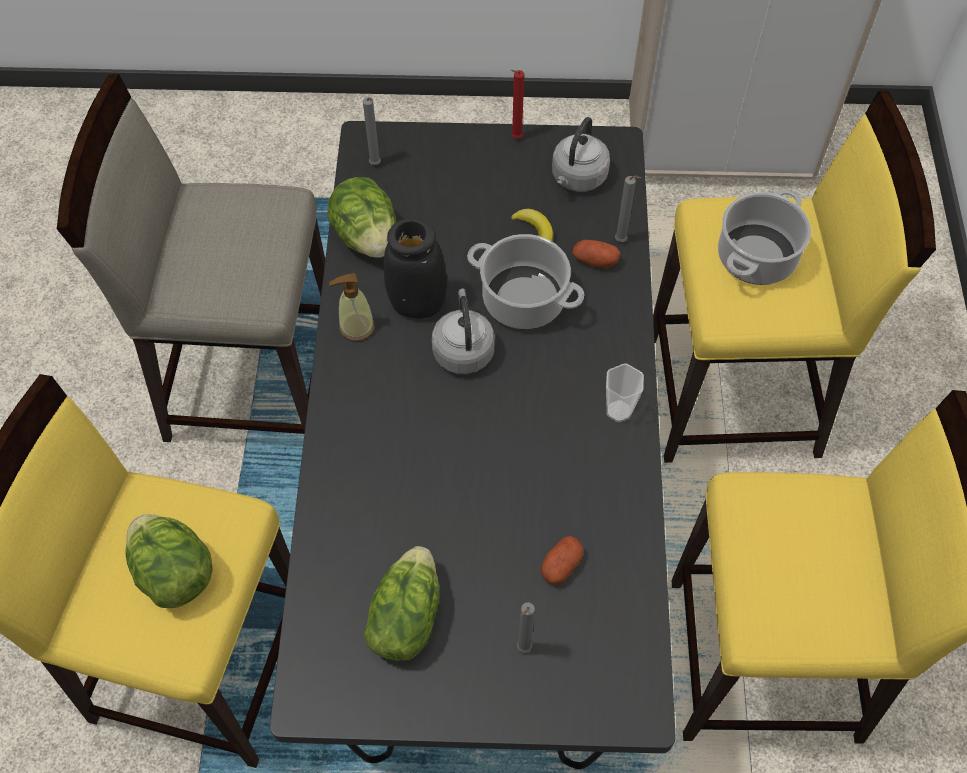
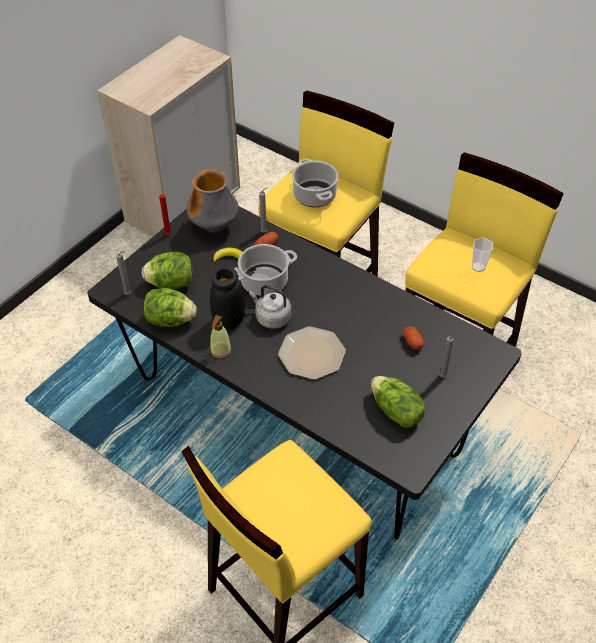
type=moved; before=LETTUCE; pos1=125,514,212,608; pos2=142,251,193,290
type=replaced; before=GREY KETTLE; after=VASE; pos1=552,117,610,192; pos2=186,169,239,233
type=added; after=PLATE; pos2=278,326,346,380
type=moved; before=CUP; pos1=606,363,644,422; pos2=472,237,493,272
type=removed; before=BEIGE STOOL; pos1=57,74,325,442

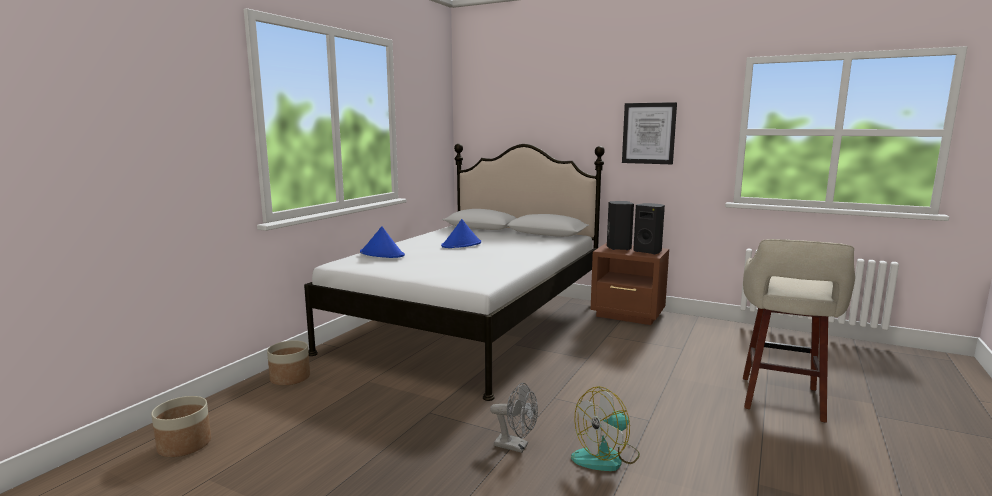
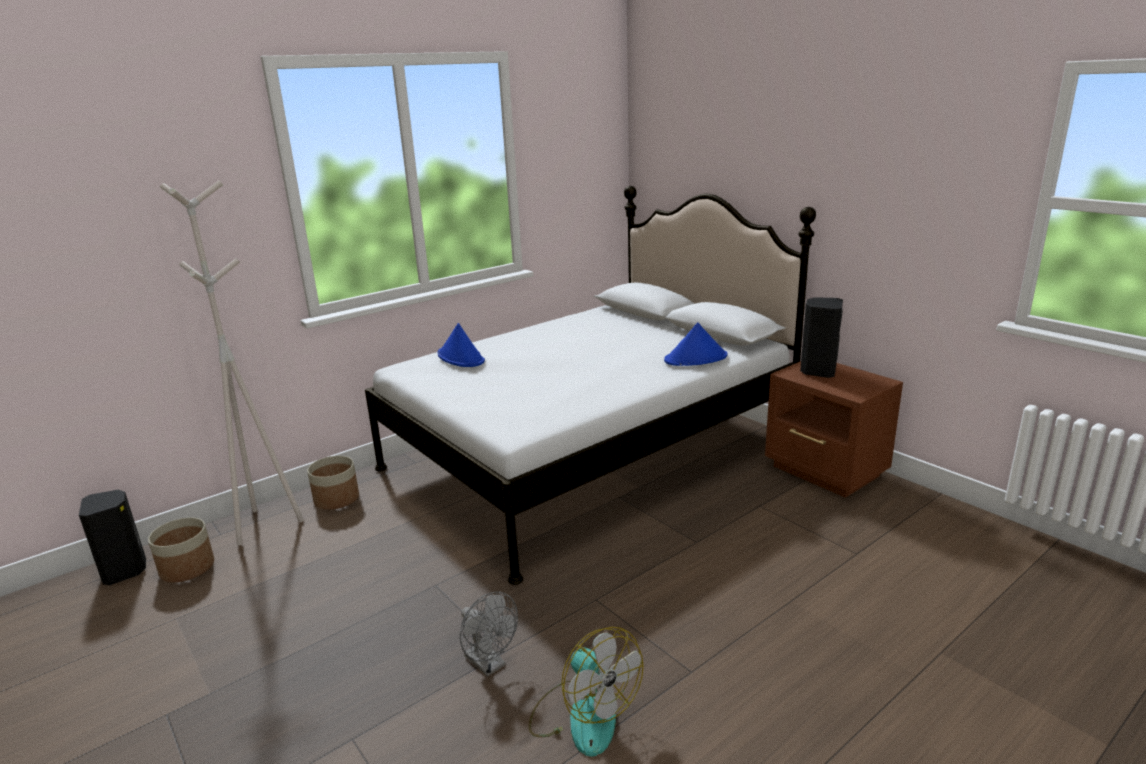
type=moved; before=BLACK SPEAKER; pos1=633,203,665,255; pos2=79,490,146,585
type=added; after=GREY CLOTHES RACK; pos2=160,181,304,545
type=turned; before=FAN; pos1=571,386,640,471; pos2=528,627,644,757; turn=-120
type=moved; before=BLUE HAT; pos1=441,219,481,248; pos2=664,323,728,366
type=removed; before=PICTURE; pos1=622,102,677,164
type=removed; before=BEIGE STOOL; pos1=743,239,855,423

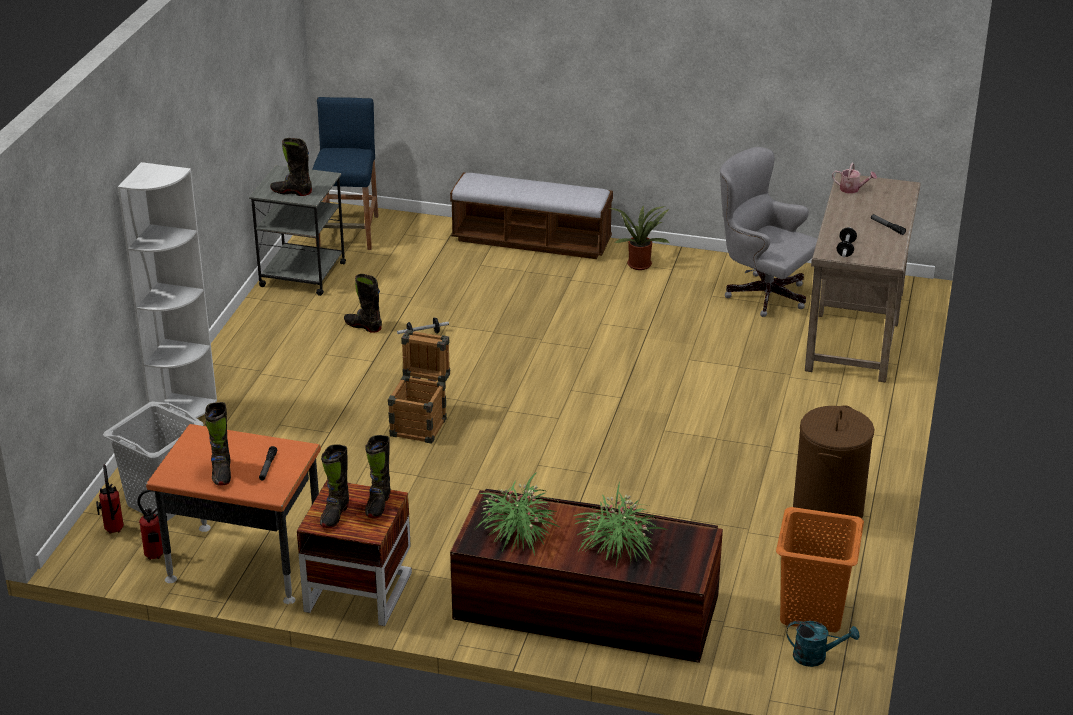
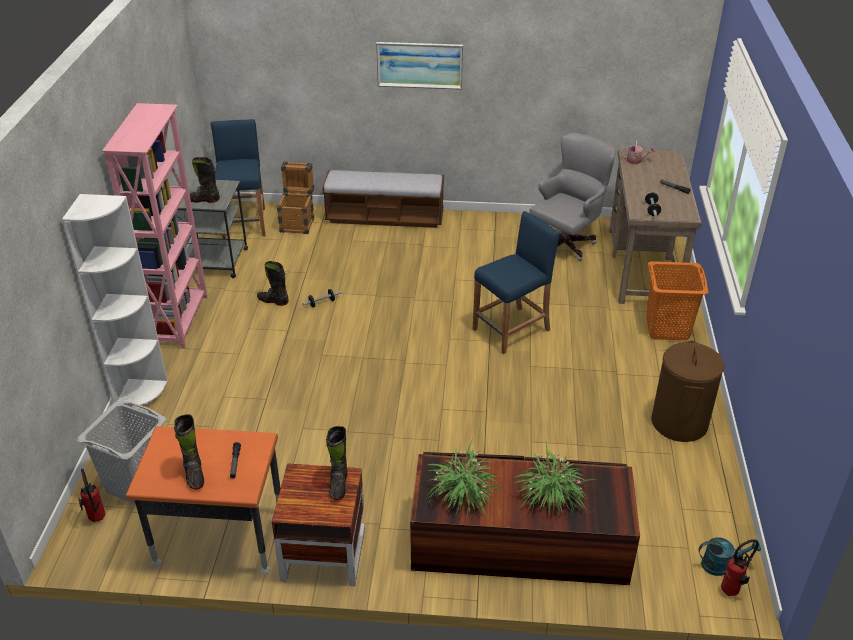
type=added; after=PINK BOOKCASE; pos2=102,103,208,349
type=moved; before=CRATE; pos1=388,330,450,444; pos2=277,162,314,234
type=added; after=PICTURE; pos2=376,42,463,90
type=added; after=BLUE STOOL; pos2=473,211,560,354
type=turned; before=GREY OFFICE CHAIR; pos1=720,147,817,317; pos2=529,133,616,261; turn=105
type=moved; before=ORANGE LAUNDRY BASKET; pos1=776,507,864,633; pos2=646,261,709,340
type=moved; before=FIRE EXTINGUISHER; pos1=137,489,167,560; pos2=721,539,759,596
type=removed; before=BLACK BOOT; pos1=320,444,349,528
type=removed; before=POTTED PLANT; pos1=609,205,669,270

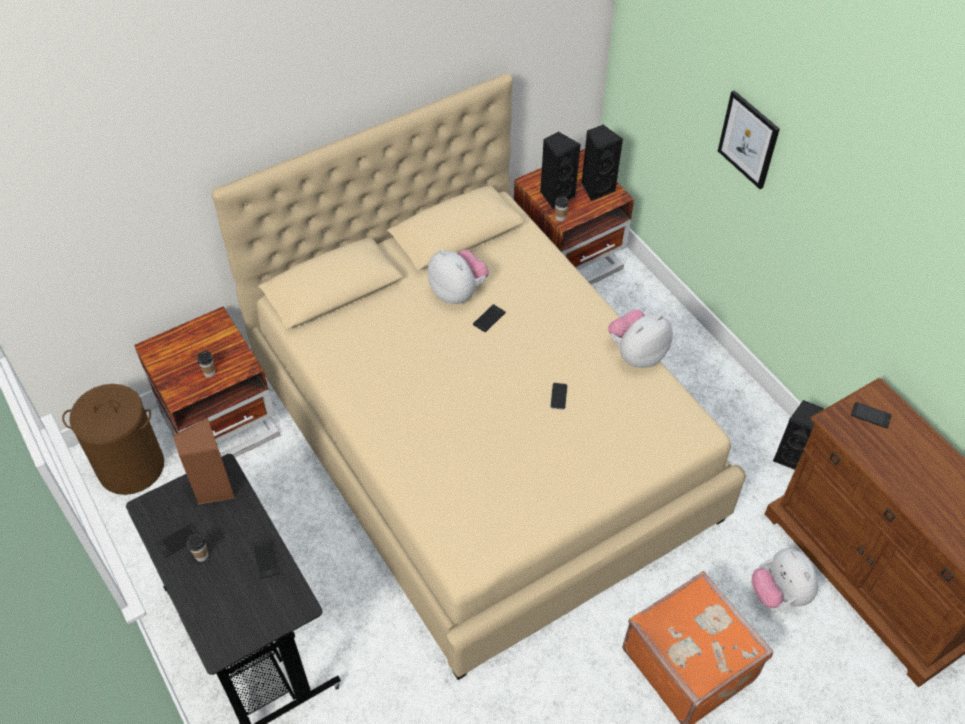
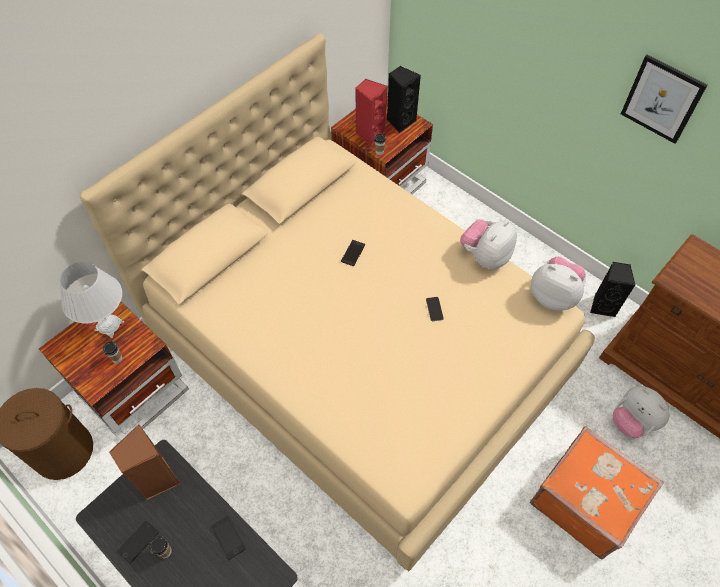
type=added; after=WHITE TABLE LAMP; pos2=60,262,124,338
type=recoloured; before=BLACK SPEAKER; after=RED SPEAKER; pos1=540,132,581,209; pos2=355,79,388,146
type=moved; before=PLUSH TOY; pos1=428,250,489,304; pos2=531,257,586,311
type=moved; before=PICTURE; pos1=718,90,780,189; pos2=621,55,707,144
type=removed; before=PHONE; pos1=851,402,892,428

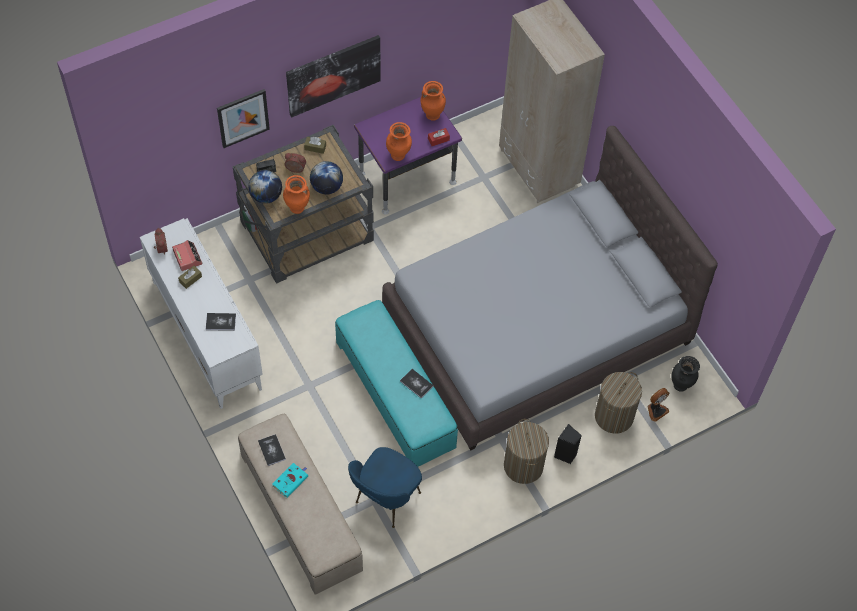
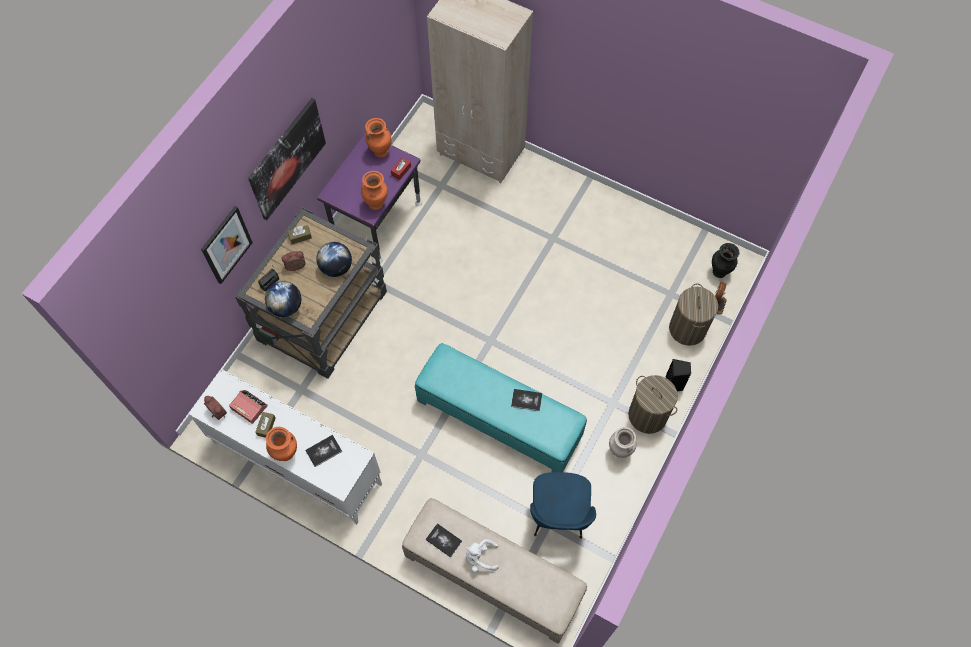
type=moved; before=ORANGE VASE; pos1=283,175,310,214; pos2=266,427,297,461
type=replaced; before=TURQUOISE BOOK; after=WHITE PLUSH TOY; pos1=272,463,308,498; pos2=466,539,499,573
type=added; after=BEIGE VASE; pos2=609,427,637,458
type=removed; before=GREY BED; pos1=382,126,718,450

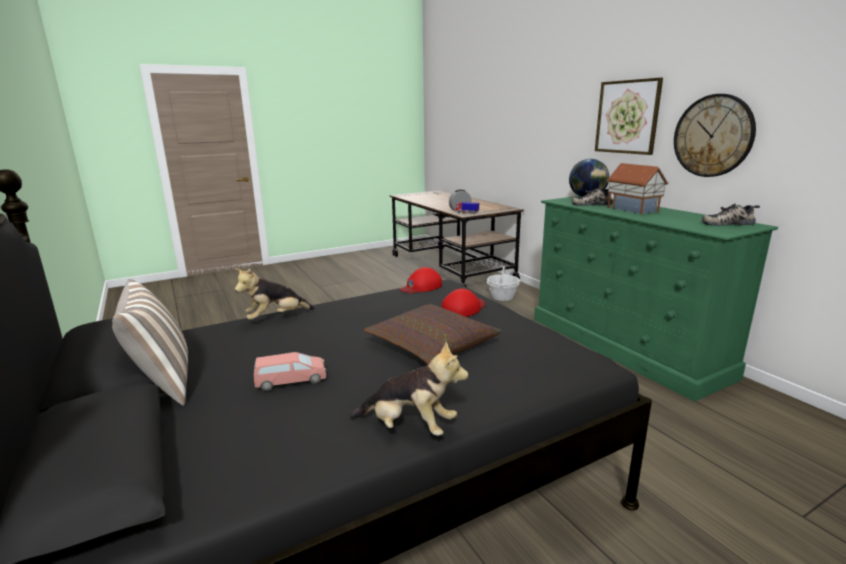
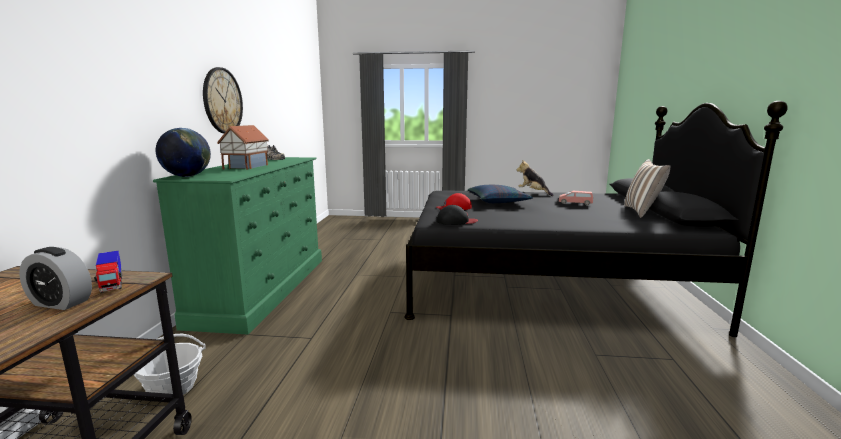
type=recoloured; before=RED CAP; after=BLACK CAP; pos1=399,267,442,293; pos2=437,205,478,225
type=recoloured; before=BROWN PILLOW; after=BLUE PILLOW; pos1=364,304,502,365; pos2=467,185,533,203
type=removed; before=PLUSH TOY; pos1=235,268,315,320
type=removed; before=SHOE; pos1=572,188,613,206
type=removed; before=PICTURE; pos1=595,77,663,155

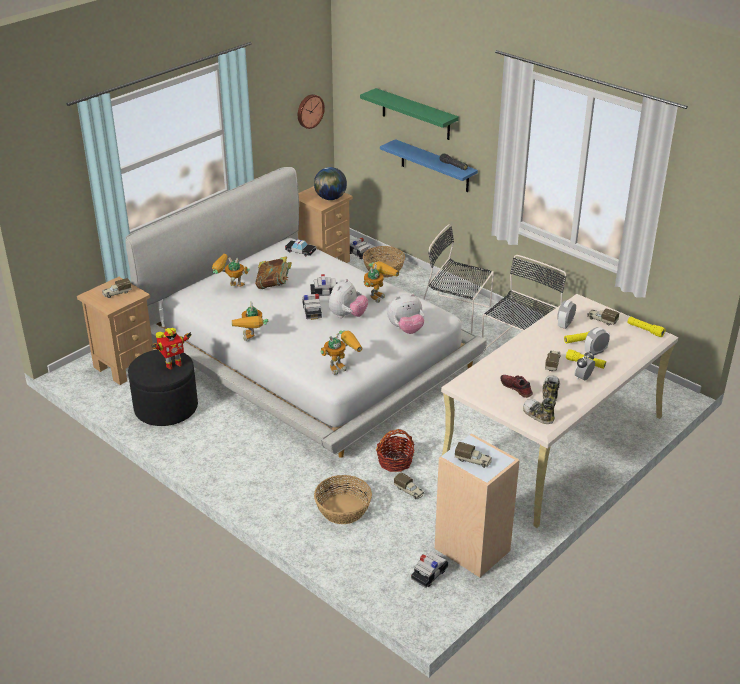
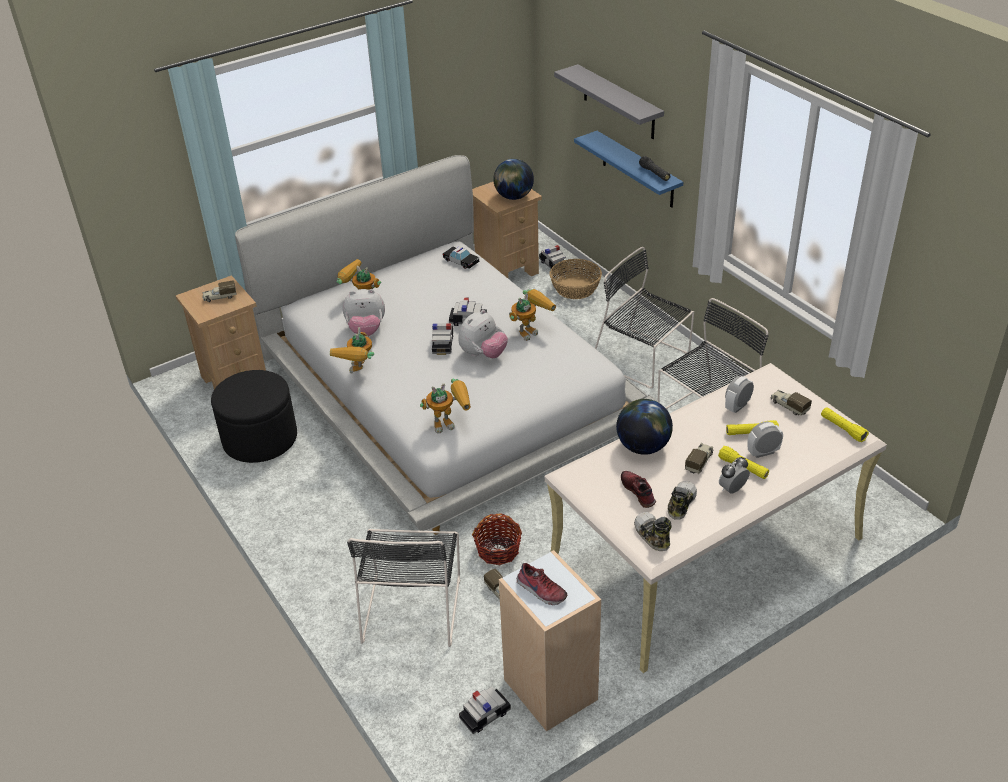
type=moved; before=PLUSH TOY; pos1=387,293,424,334; pos2=342,289,385,336
type=replaced; before=BASKET; after=BLACK CHAIR; pos1=314,475,372,524; pos2=347,529,460,647
type=replaced; before=TOY TRUCK; after=SHOE; pos1=455,442,492,468; pos2=517,563,567,605
type=recoloured; before=GREEN SHELF; after=GREY SHELF; pos1=360,88,459,140; pos2=554,64,664,139
type=added; after=GLOBE; pos2=616,399,673,455
type=removed; before=TOY ROBOT; pos1=150,328,191,369
type=removed; before=BOOK; pos1=255,257,292,289
type=removed; before=WALL CLOCK; pos1=298,94,325,129

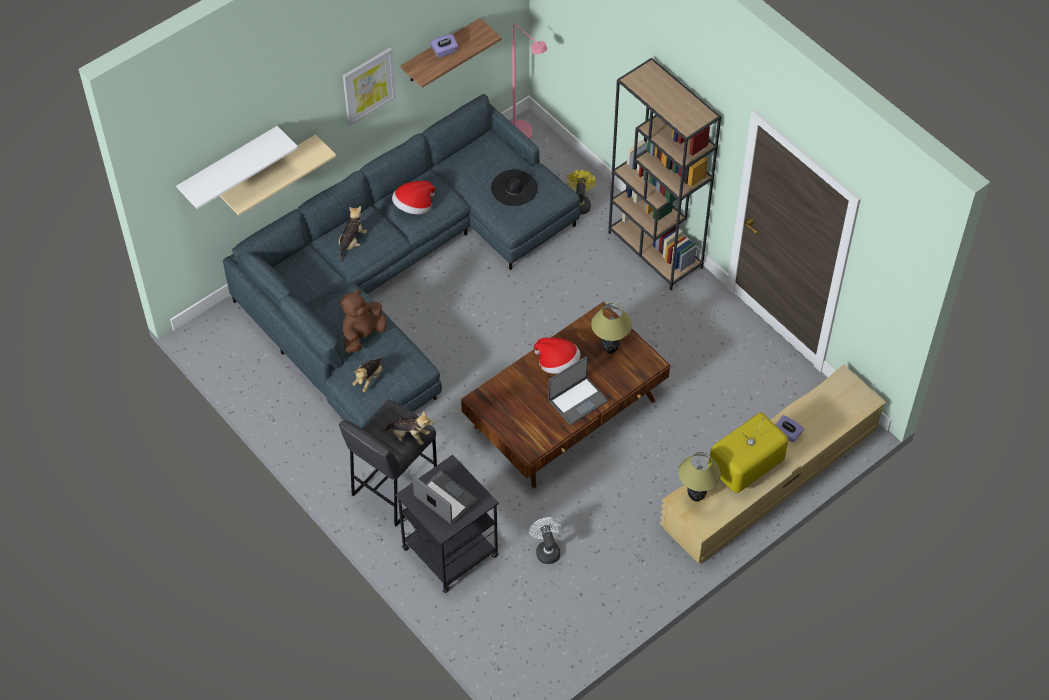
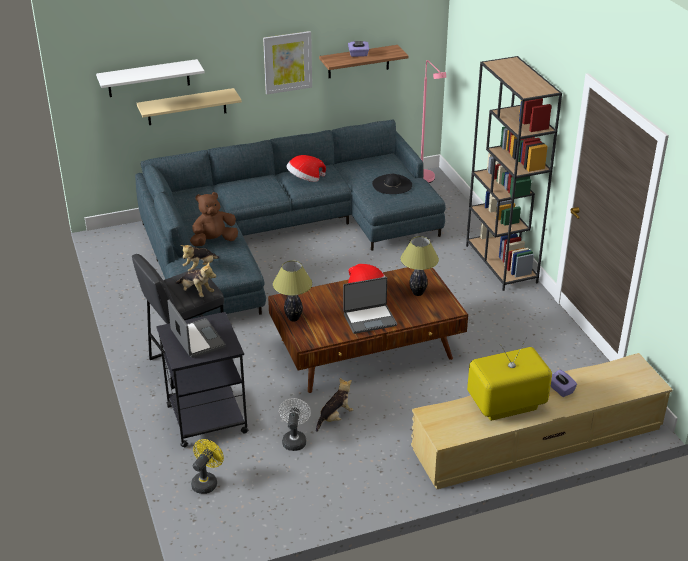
type=moved; before=YELLOW FAN; pos1=567,170,596,214; pos2=191,439,224,494
type=moved; before=TABLE LAMP; pos1=678,452,721,502; pos2=273,261,312,322
type=moved; before=PLUSH TOY; pos1=339,206,367,262; pos2=316,378,353,432

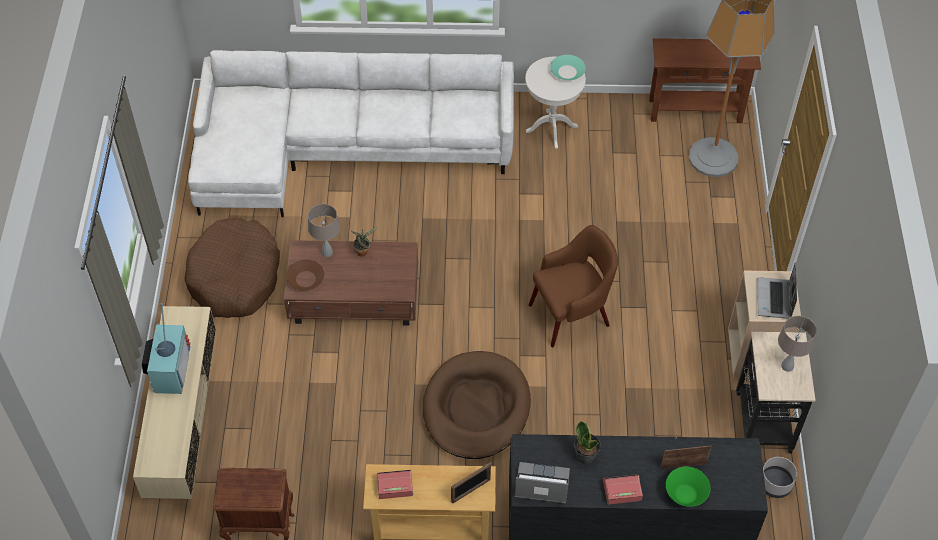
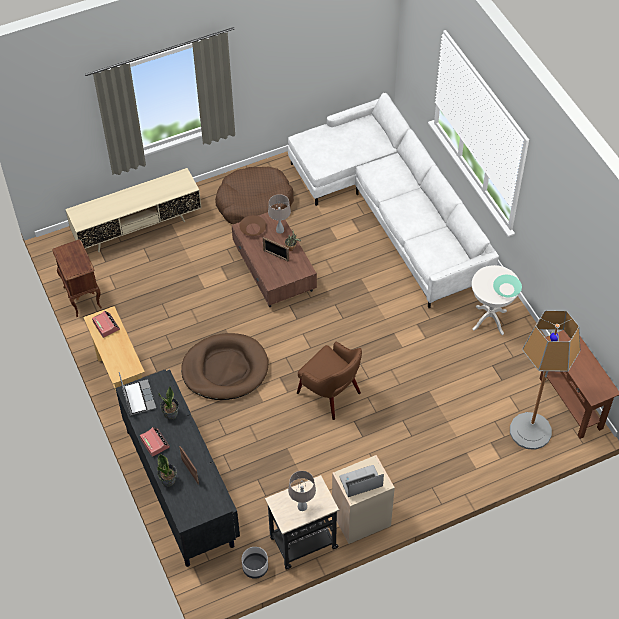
type=replaced; before=GREEN BOWL; after=POTTED PLANT; pos1=666,467,710,507; pos2=157,454,177,487
type=moved; before=PICTURE FRAME; pos1=451,462,491,504; pos2=263,237,289,262
type=removed; before=TELEVISION; pos1=142,303,190,394

